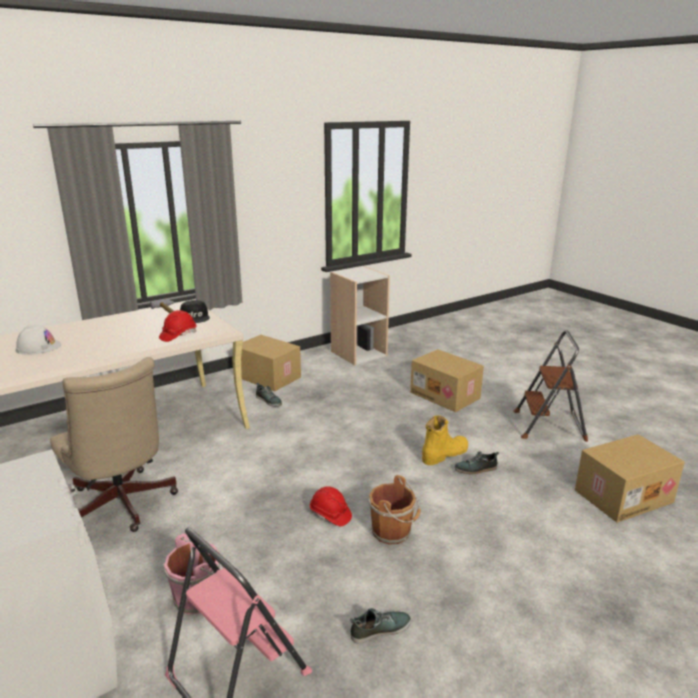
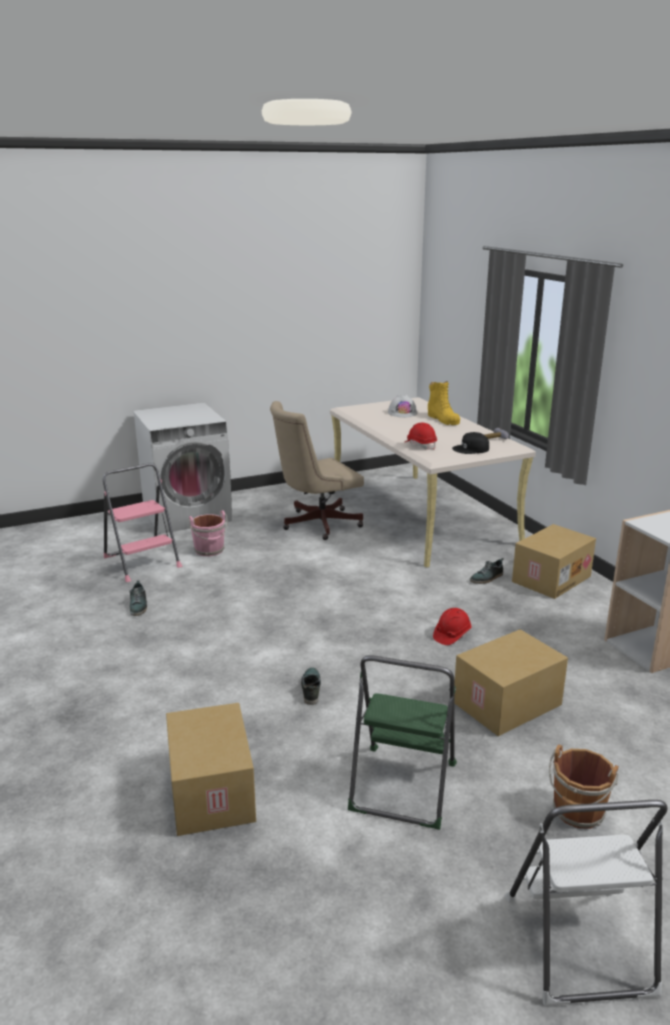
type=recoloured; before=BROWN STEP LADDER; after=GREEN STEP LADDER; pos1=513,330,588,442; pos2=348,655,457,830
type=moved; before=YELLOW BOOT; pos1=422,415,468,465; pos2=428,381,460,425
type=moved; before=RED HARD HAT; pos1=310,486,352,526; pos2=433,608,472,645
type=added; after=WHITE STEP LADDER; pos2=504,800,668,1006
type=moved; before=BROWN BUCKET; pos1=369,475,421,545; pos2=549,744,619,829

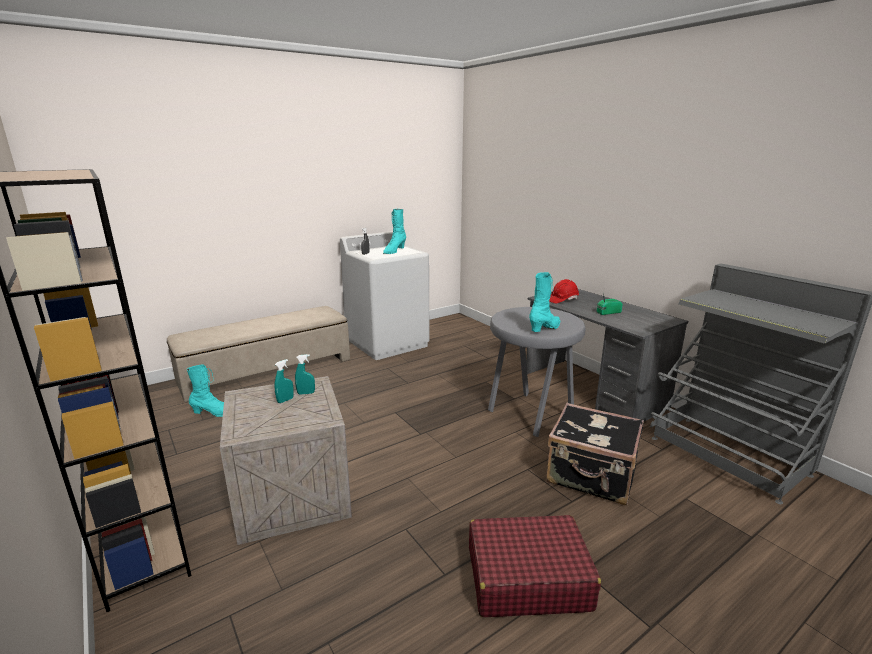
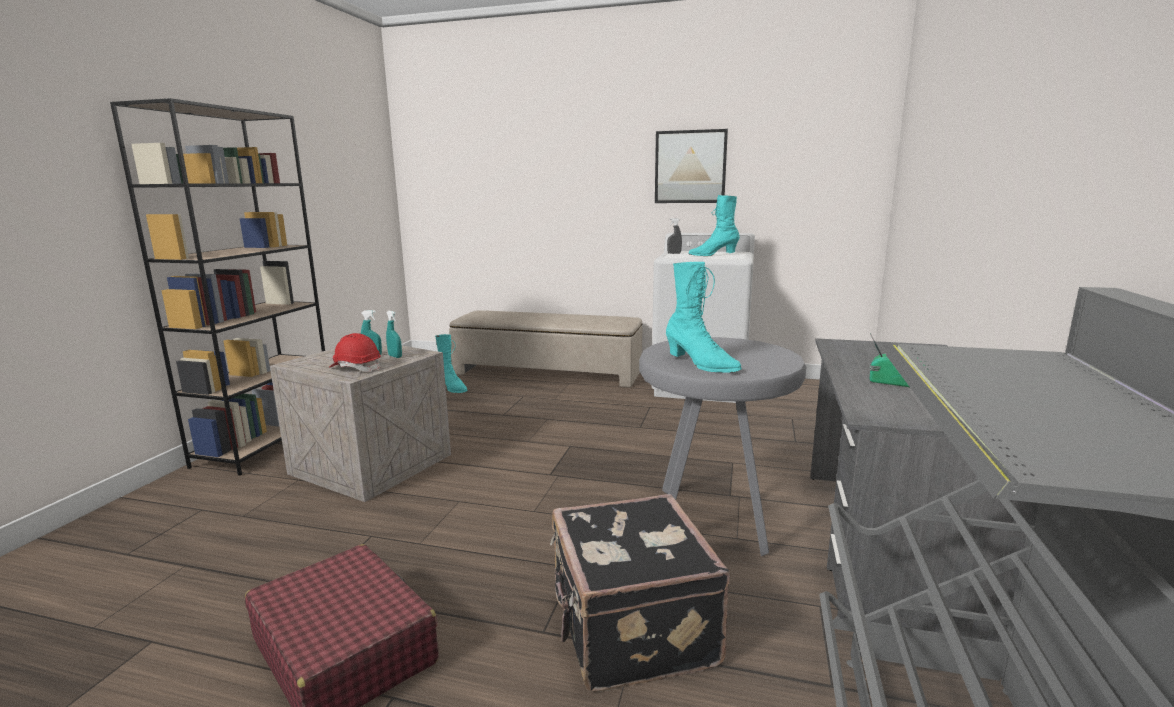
type=moved; before=RED HARD HAT; pos1=549,279,579,303; pos2=329,333,381,371
type=added; after=PICTURE; pos2=655,129,728,203
type=turned; before=TURQUOISE BOOT; pos1=529,272,560,332; pos2=666,262,742,373; turn=45

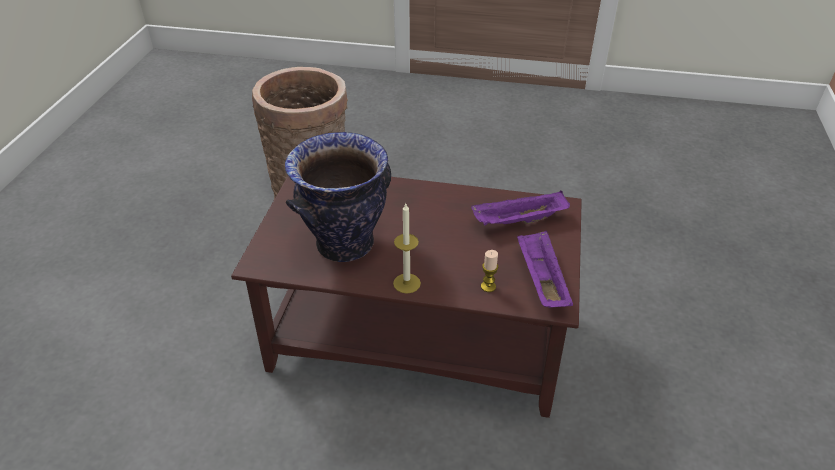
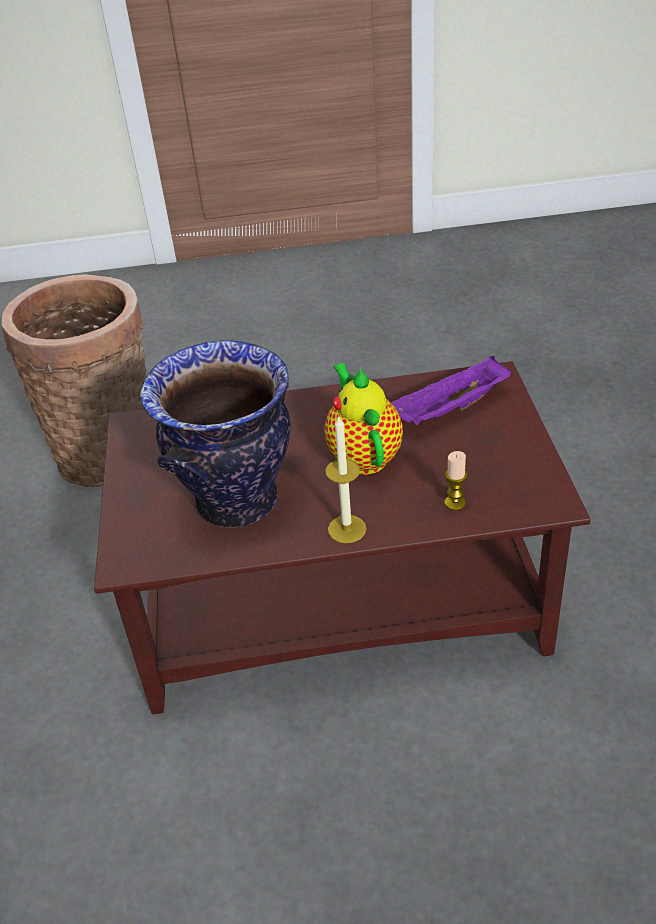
type=added; after=TEAPOT; pos2=324,363,403,475
type=removed; before=PURPLE TRAY; pos1=517,230,573,308

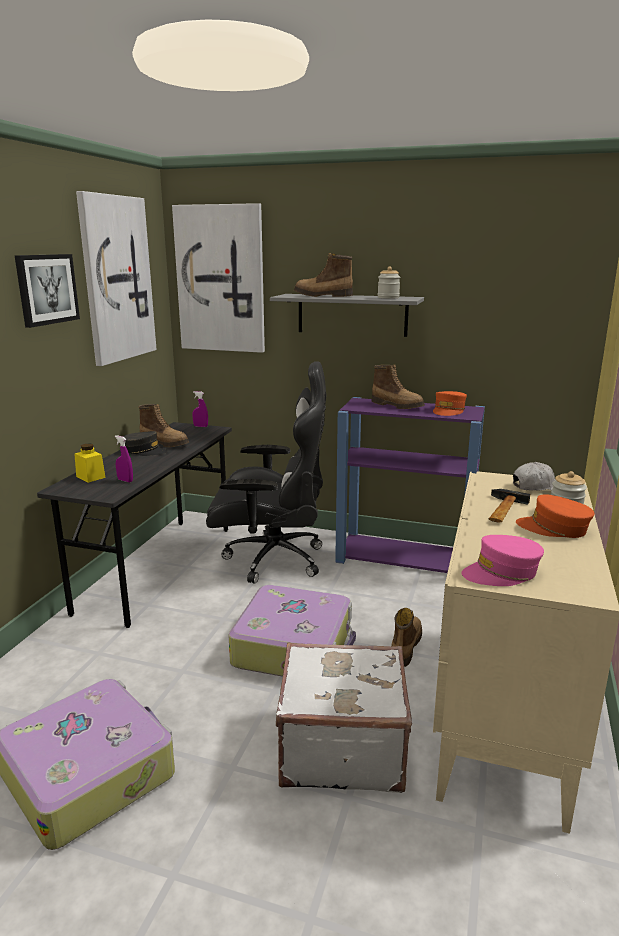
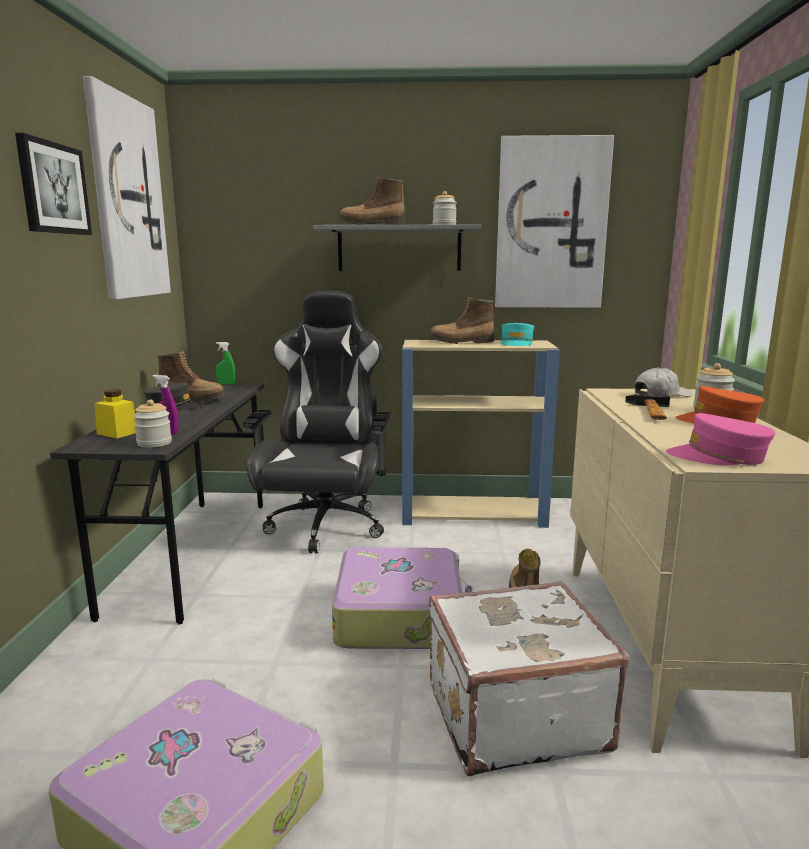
type=added; after=JAR; pos2=134,400,172,448
type=recoloured; before=PURPLE SPRAY BOTTLE; after=GREEN SPRAY BOTTLE; pos1=192,391,208,427; pos2=216,342,235,385
type=turned; before=BLACK OFFICE CHAIR; pos1=206,361,326,584; pos2=243,291,390,553; turn=-75
type=recoloured; before=PURPLE BOOKCASE; after=BEIGE BOOKCASE; pos1=335,397,485,573; pos2=402,340,560,528
type=turned; before=BOOT; pos1=371,365,425,409; pos2=428,297,494,344; turn=150
type=moved; before=PICTURE; pos1=172,203,265,353; pos2=495,135,614,308
type=recoloured; before=ORANGE CAP; after=TURQUOISE CAP; pos1=433,391,467,416; pos2=501,323,534,346
type=turned; before=PINK CAP; pos1=462,535,544,586; pos2=666,413,775,465; turn=45

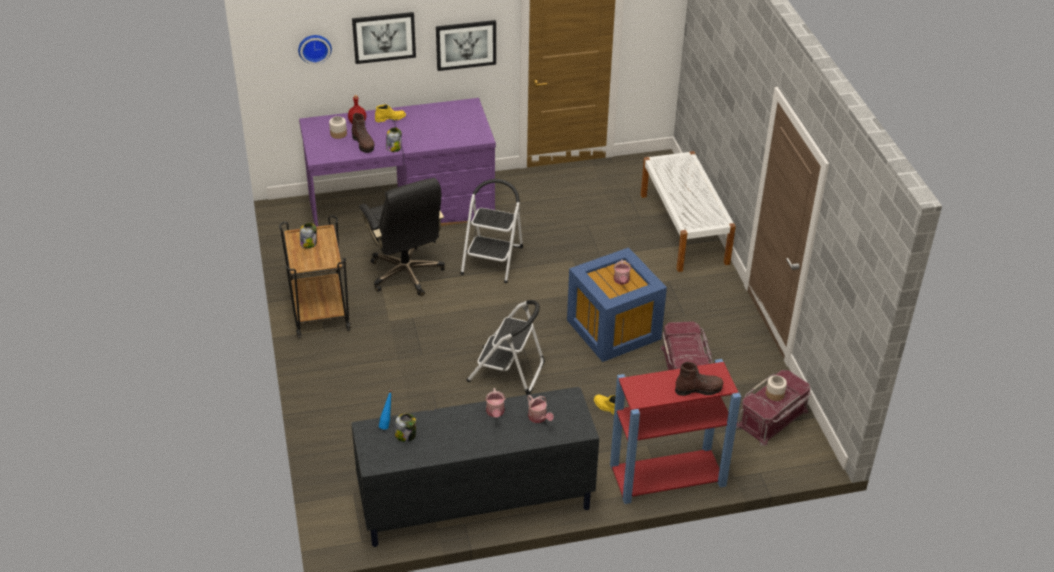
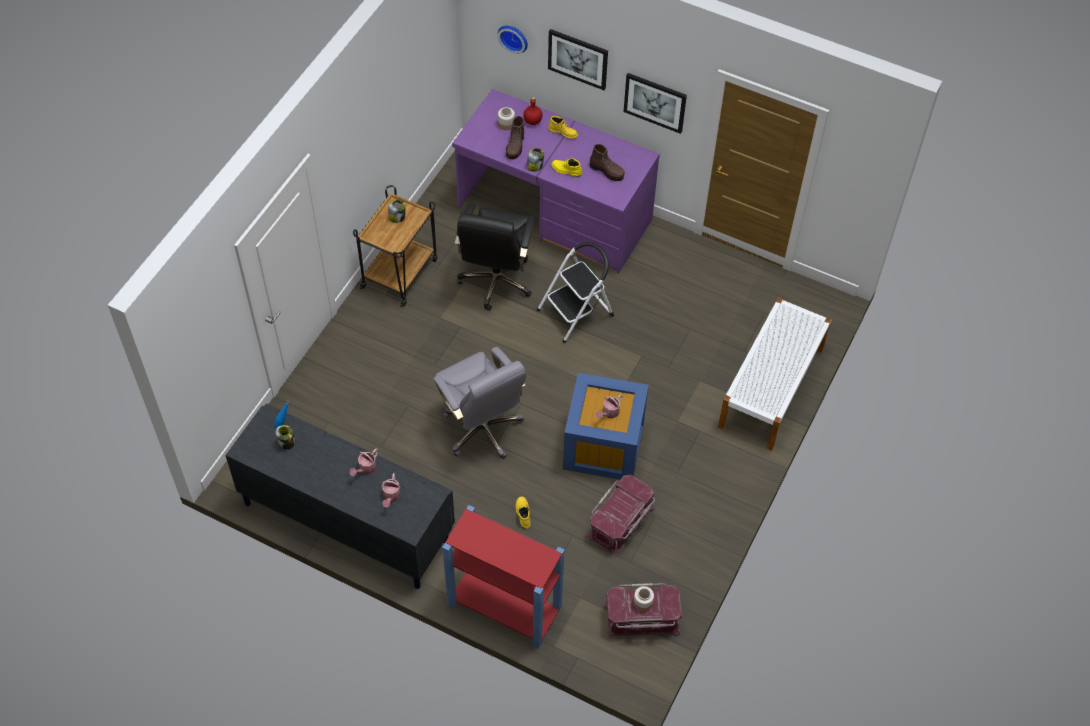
type=replaced; before=STEP LADDER; after=GREY OFFICE CHAIR; pos1=466,300,545,395; pos2=434,347,526,459
type=added; after=YELLOW BOOT; pos2=552,158,582,177
type=moved; before=BROWN BOOT; pos1=675,362,724,396; pos2=590,144,625,181

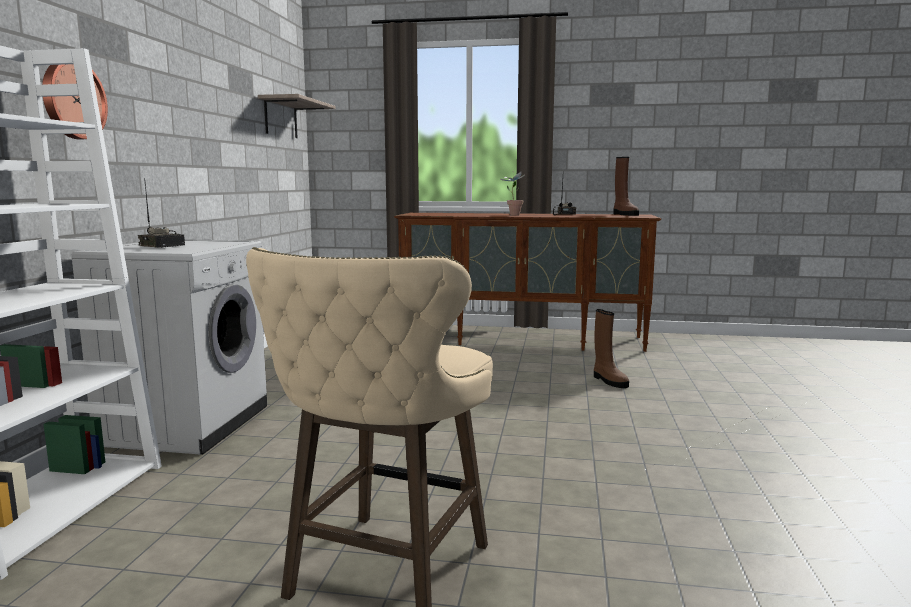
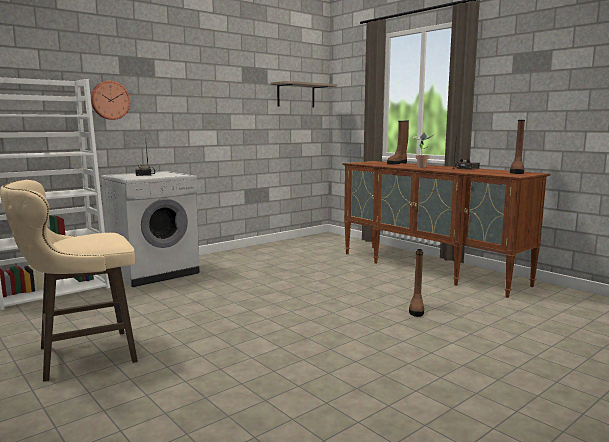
type=added; after=BROWN BOOT; pos2=387,121,409,165

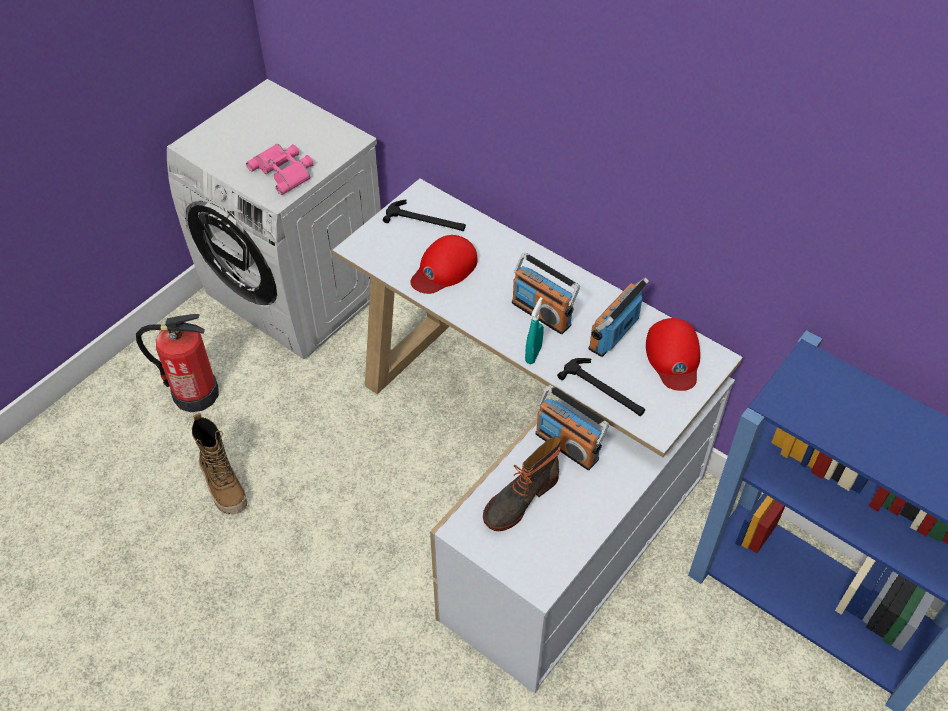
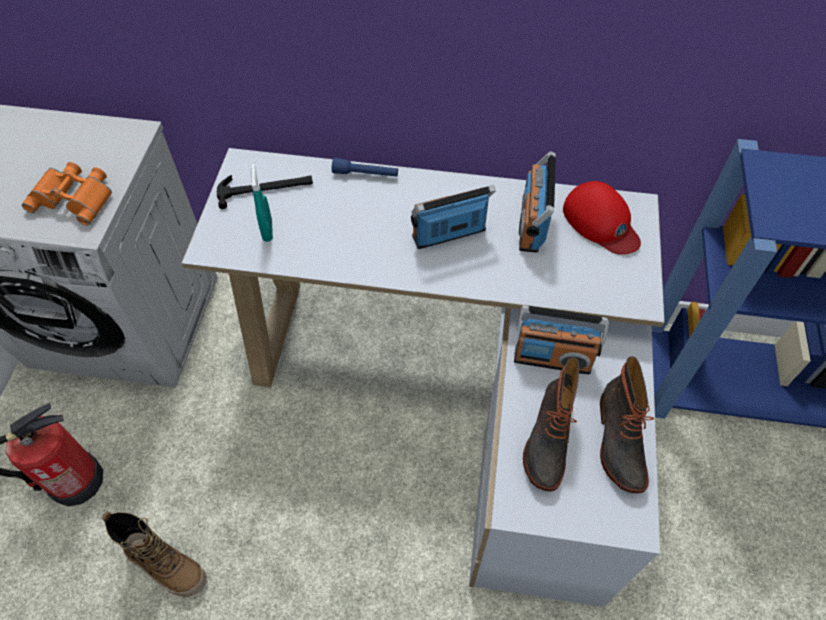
type=recoloured; before=PINK BINOCULARS; after=ORANGE BINOCULARS; pos1=246,144,314,195; pos2=22,162,112,225
type=moved; before=TURQUOISE SPRAY BOTTLE; pos1=525,297,544,364; pos2=251,164,273,242
type=added; after=BLUE FLASHLIGHT; pos2=332,158,398,177
type=turned; before=RADIO; pos1=512,253,580,334; pos2=411,185,496,249; turn=150
type=added; after=BOOT; pos2=600,356,654,493
type=removed; before=RED CAP; pos1=410,235,477,294
type=removed; before=HAMMER; pos1=557,358,645,416

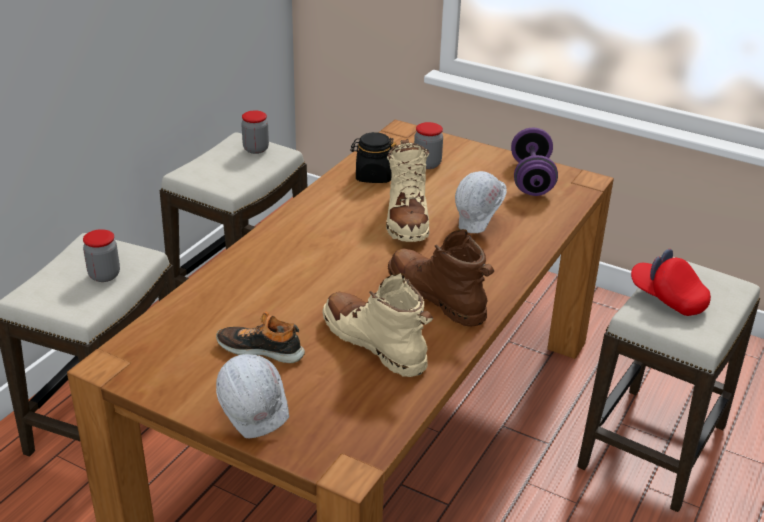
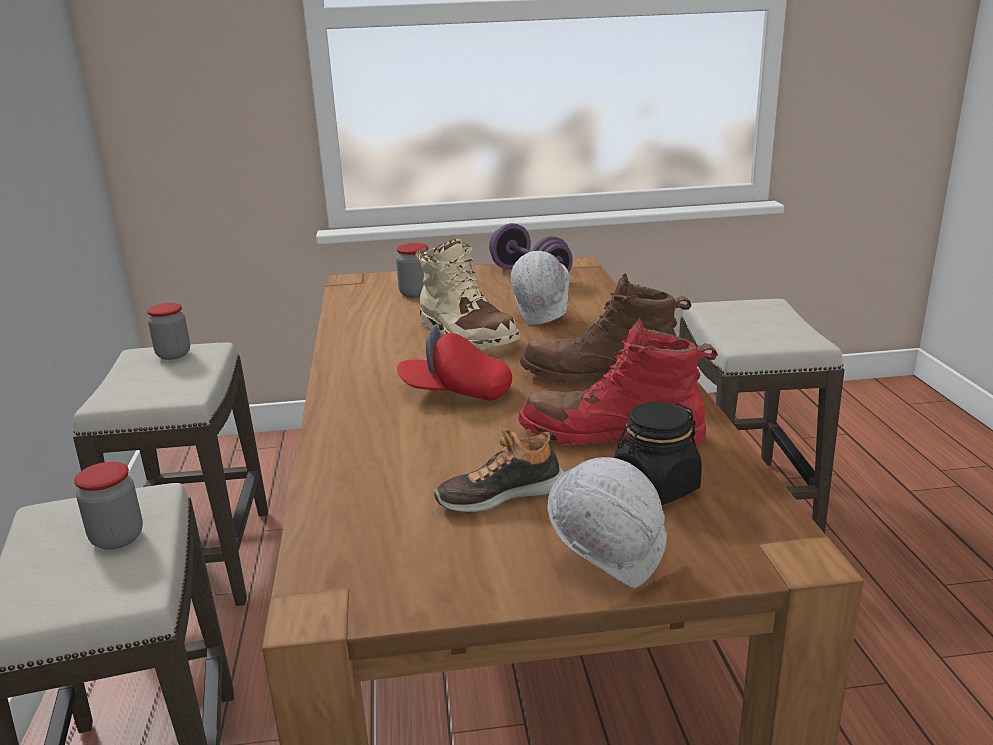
type=moved; before=RED CAP; pos1=631,249,711,316; pos2=397,326,512,401
type=recoloured; before=BEIGE BOOT; after=RED BOOT; pos1=322,273,433,377; pos2=518,317,718,445
type=moved; before=BLACK JAR; pos1=350,132,396,183; pos2=614,402,702,505

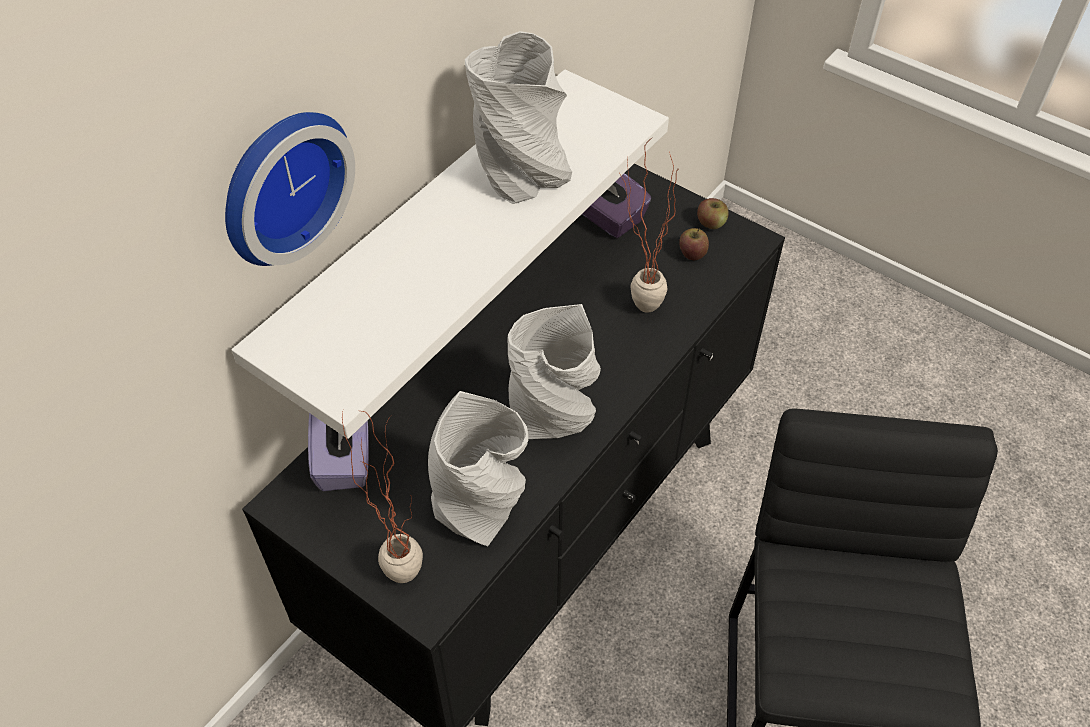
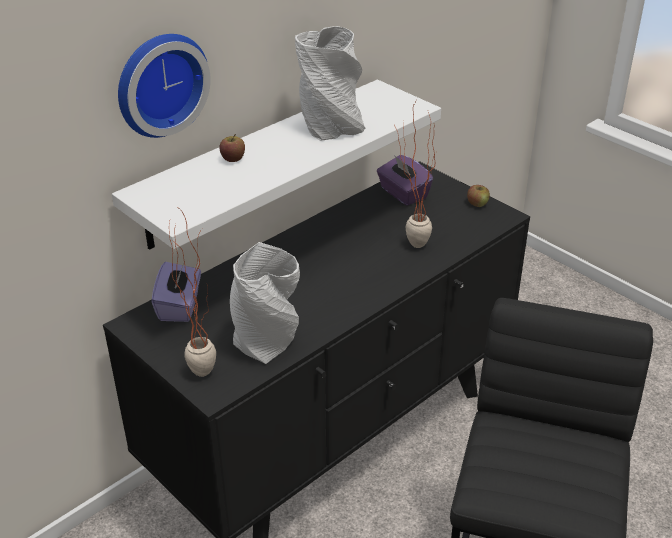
type=moved; before=APPLE; pos1=679,228,709,260; pos2=219,134,245,162
type=removed; before=GREY VASE; pos1=507,304,601,439

